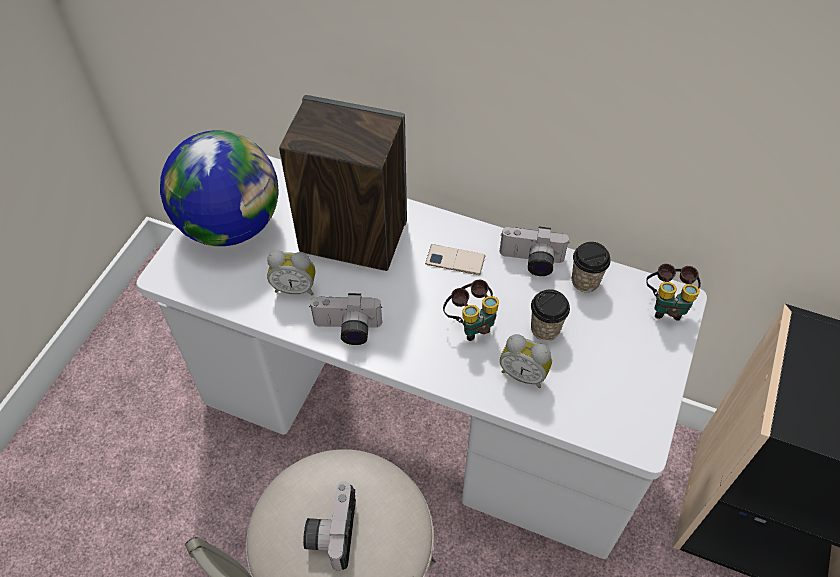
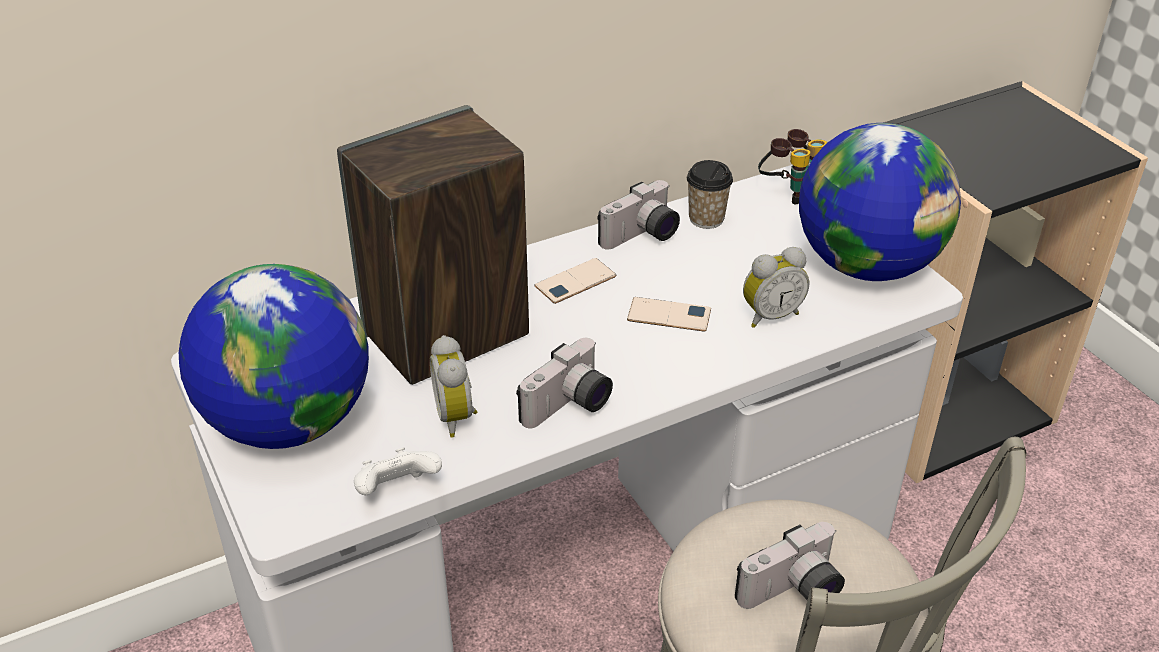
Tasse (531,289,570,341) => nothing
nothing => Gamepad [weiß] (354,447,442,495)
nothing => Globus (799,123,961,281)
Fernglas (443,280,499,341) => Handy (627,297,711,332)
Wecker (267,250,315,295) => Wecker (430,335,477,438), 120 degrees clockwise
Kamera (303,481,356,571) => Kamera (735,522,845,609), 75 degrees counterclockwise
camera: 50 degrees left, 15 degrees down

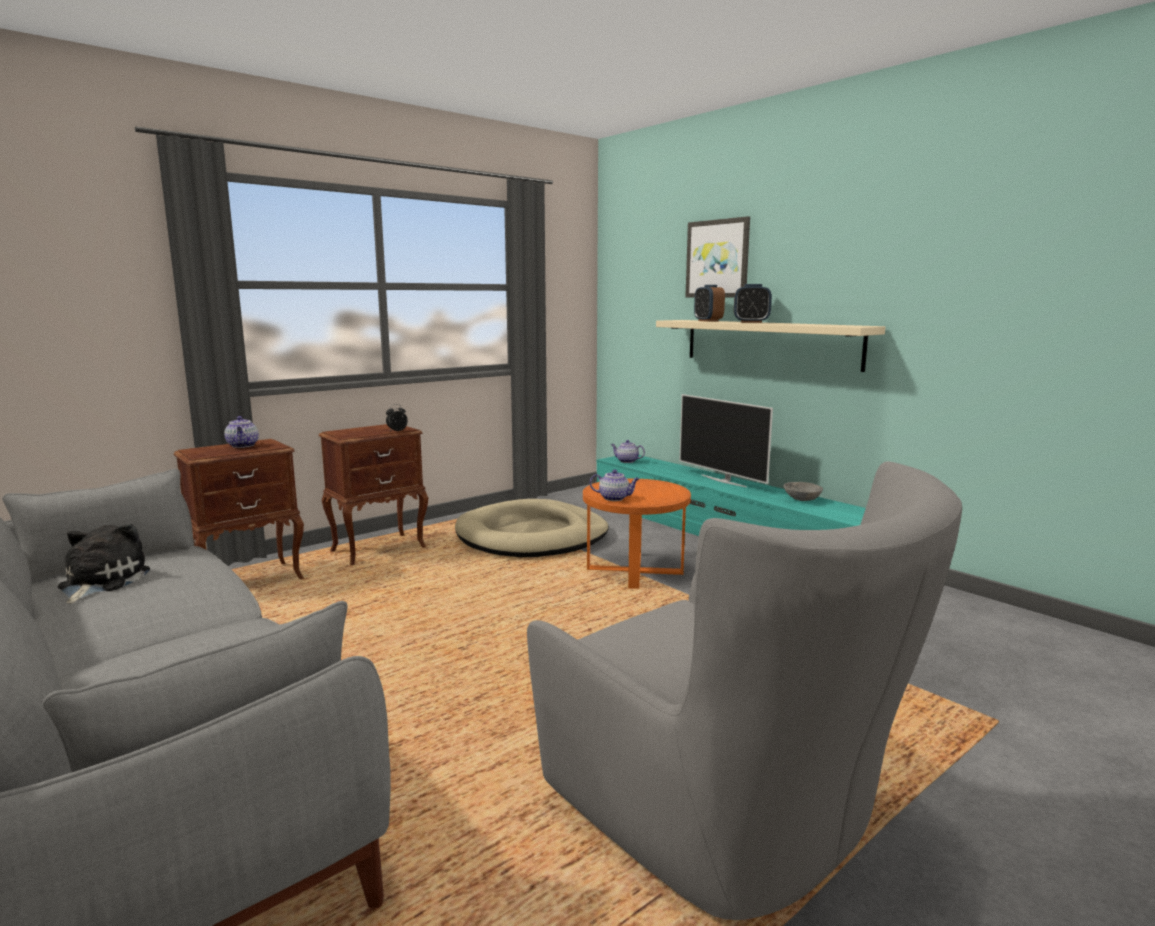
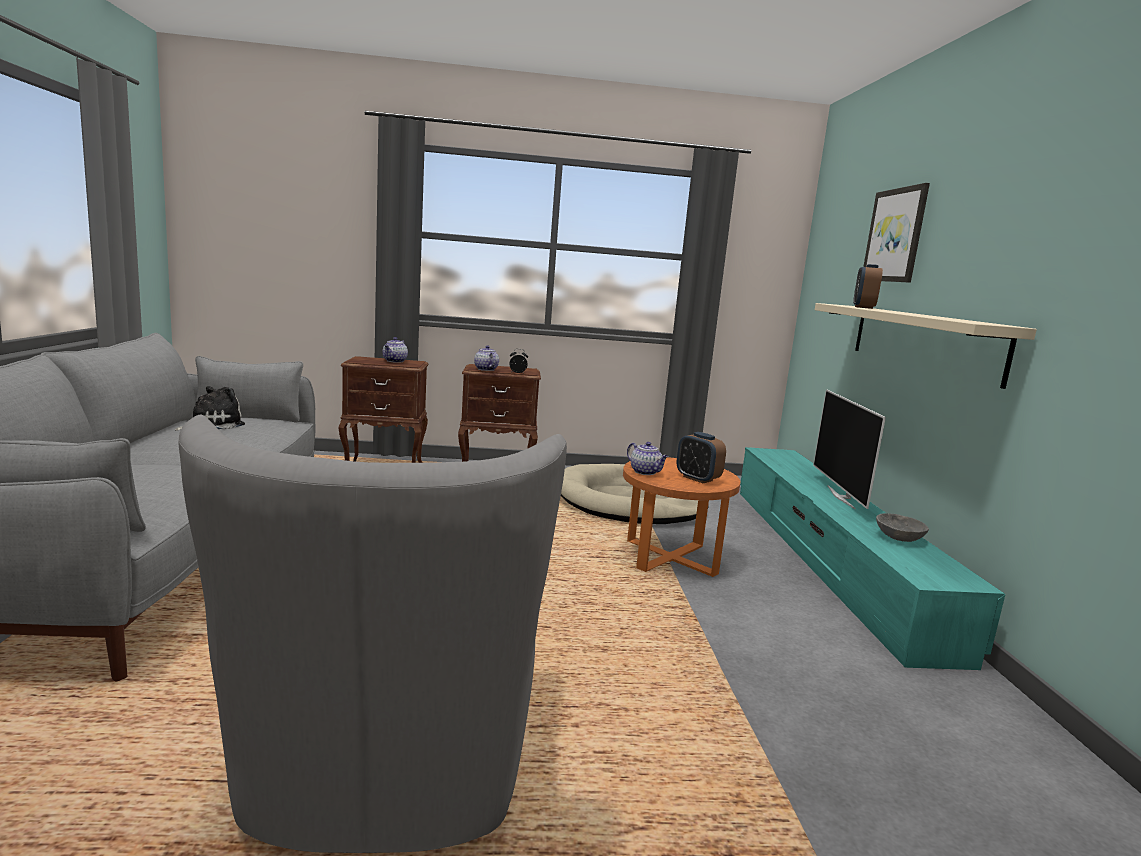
Teekanne (611,440,645,463) => Teekanne (474,345,499,371), shifted
Wecker (734,284,772,323) => Wecker (677,432,726,483), shifted
camera: 35 degrees right, 0 degrees up

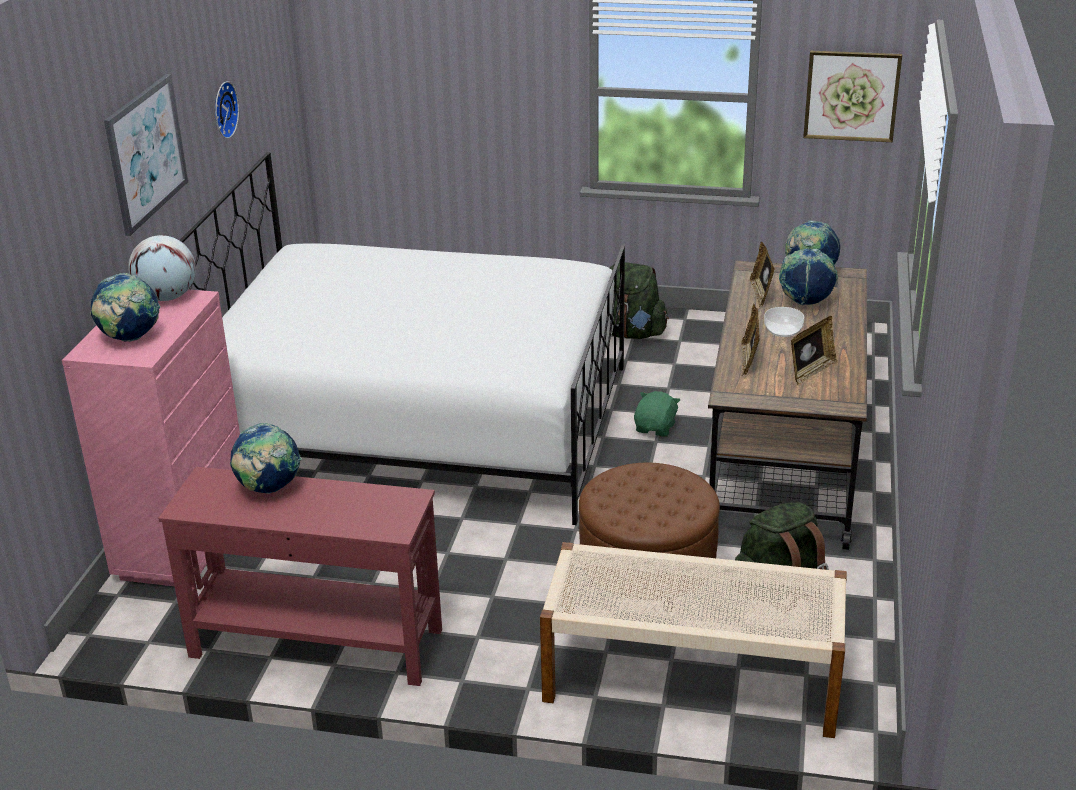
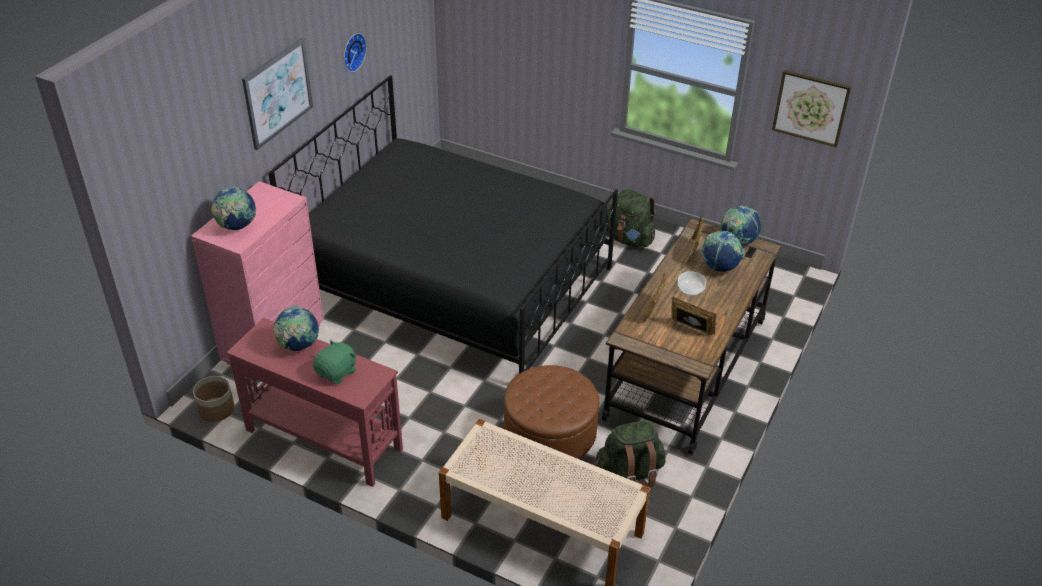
Globus (128,235,196,301) => nothing
nothing => Pflanzkübel (193,376,234,422)
Plüschtier [grün] (634,391,680,437) => Plüschtier [grün] (313,340,356,384), shifted
Bett [weiß] (179,152,625,525) => Bett [schwarz] (268,75,618,374)
Bilderrahmen (791,316,837,385) => Bilderrahmen (671,297,716,335), 120 degrees counterclockwise
camera: 15 degrees right, 10 degrees up

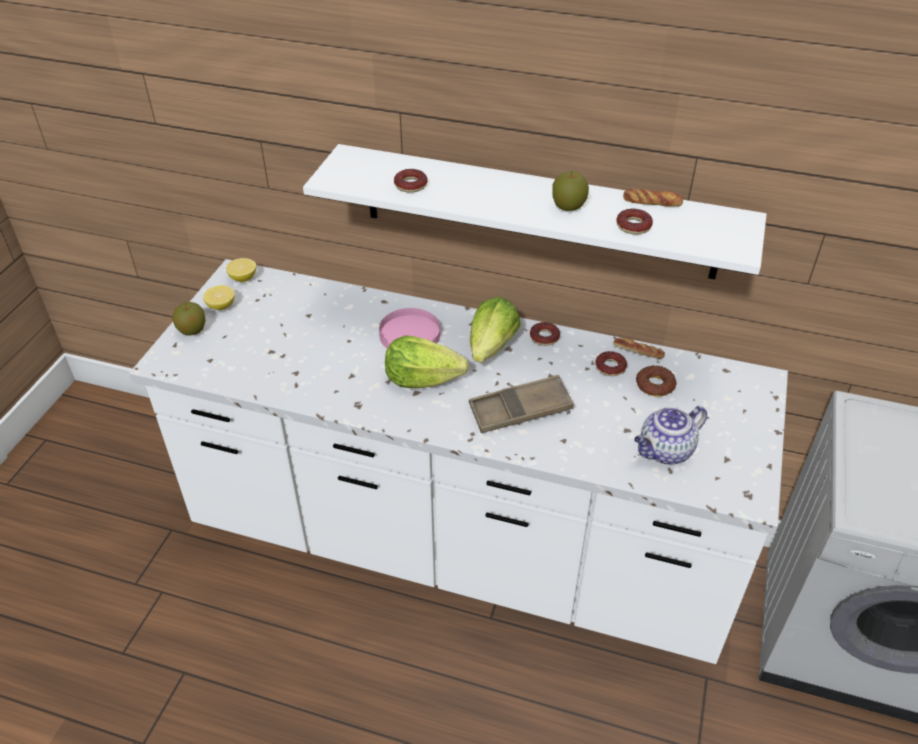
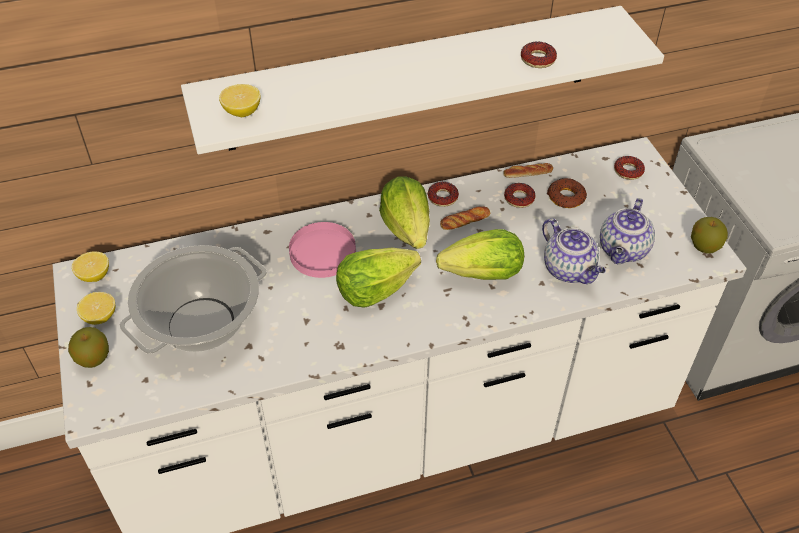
nothing => Kochtopf (120,245,267,354)
nothing => Zitrone (219,84,261,117)
nothing => Teekanne (542,218,606,284)
Donut (394,169,428,193) => Donut (614,156,645,180), shifted
Apfel (552,171,589,211) => Apfel (691,217,728,254), shifted
Brot (623,189,683,207) => Brot (440,206,490,230), shifted
Tablett [braun] (469,375,574,433) => Salatkopf (436,229,524,280)
camera: 35 degrees left, 5 degrees up

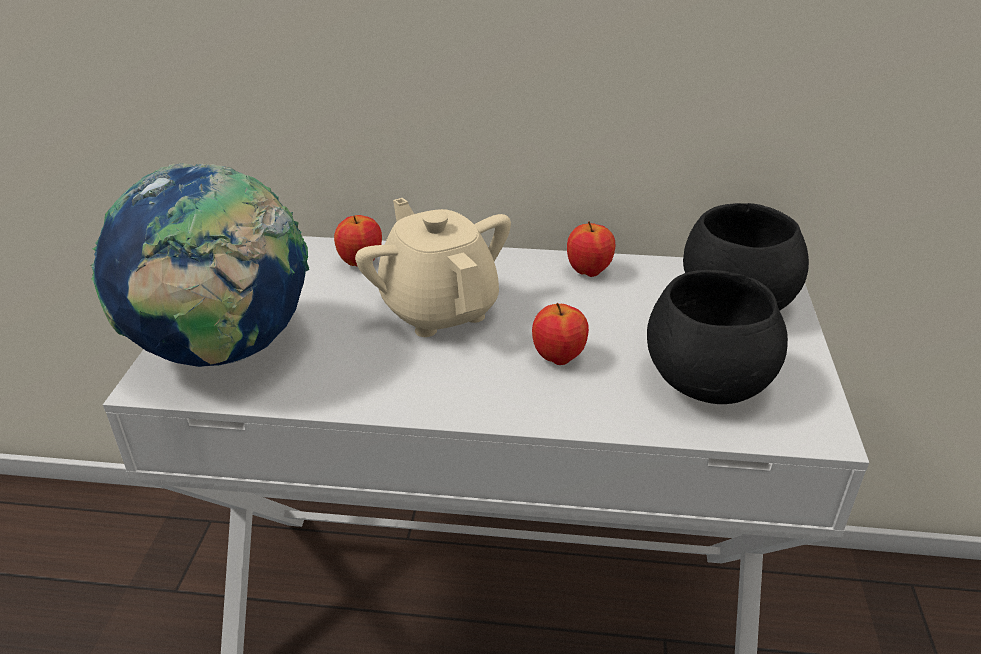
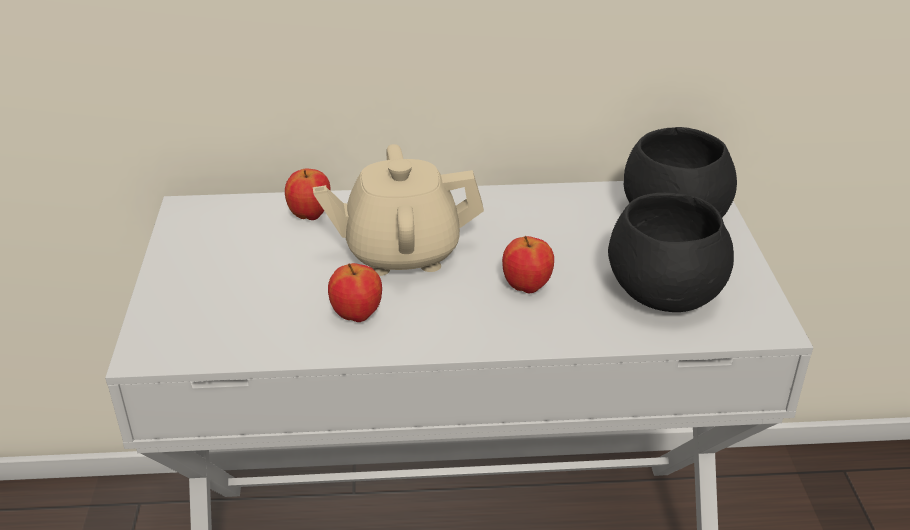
Globus (91,163,310,367) => nothing
Apfel (567,221,615,277) => Apfel (328,263,382,322), shifted
Teekanne [beige] (355,198,511,337) => Teekanne [beige] (313,144,484,276), 60 degrees counterclockwise
camera: 10 degrees left, 0 degrees up

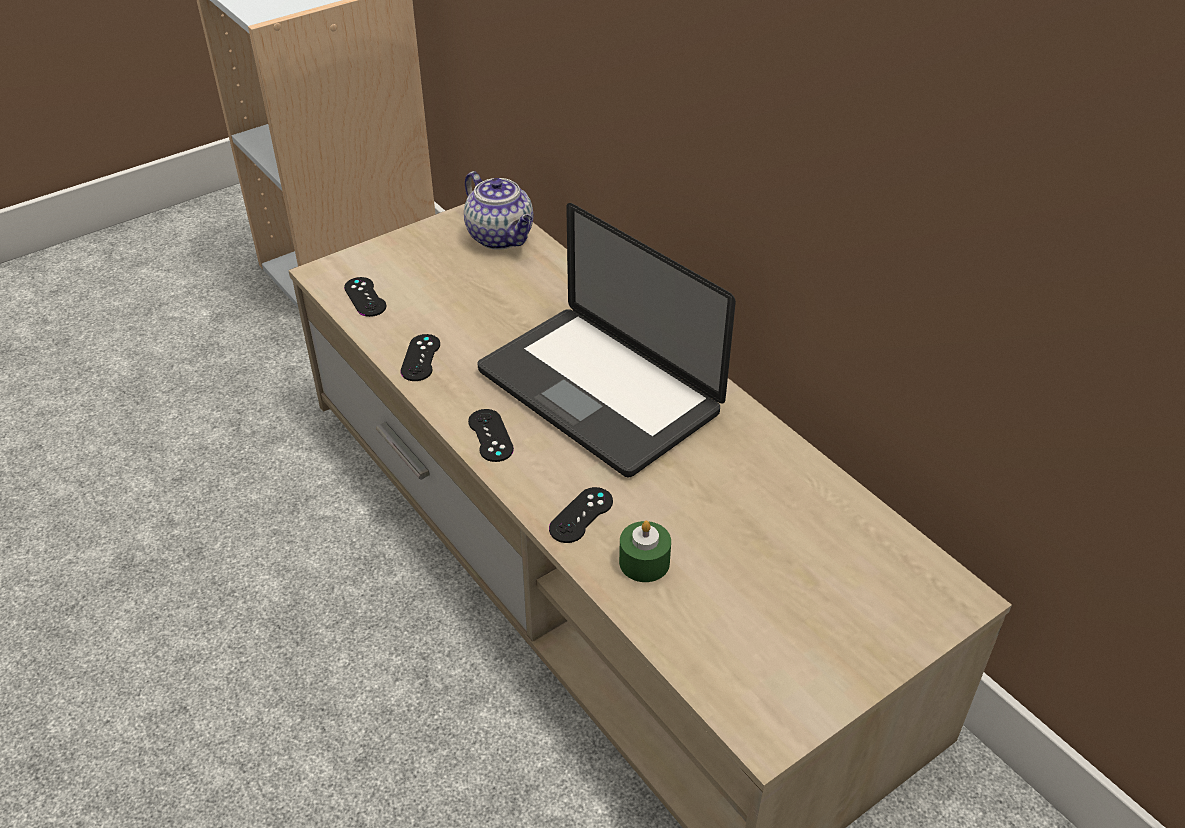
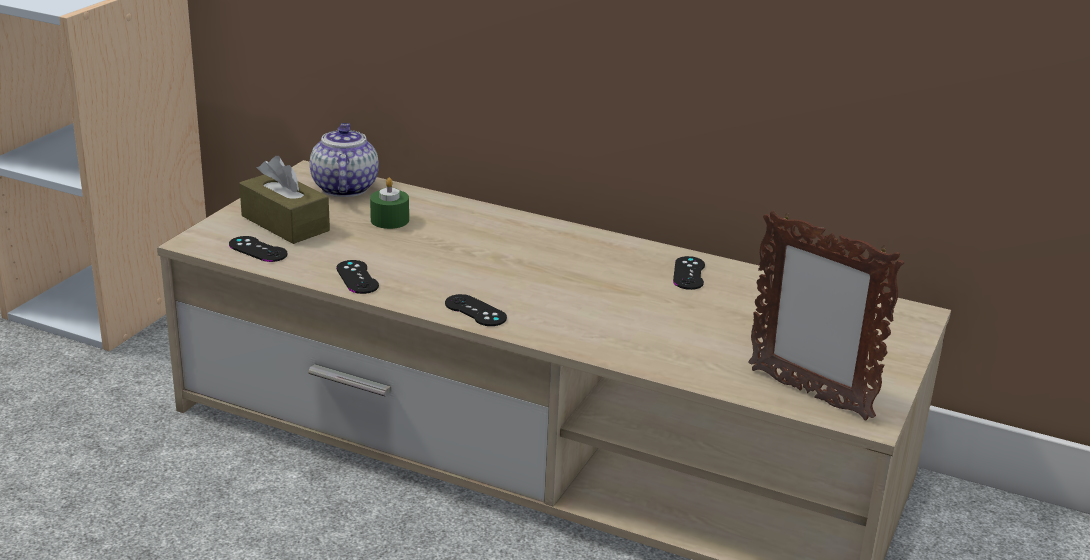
Laptop (477,203,736,477) => nothing
nothing => Taschentuchbox [braun] (239,156,330,244)
nothing => Bilderrahmen (748,210,904,421)
Gamepad [schwarz] (549,487,613,543) => Gamepad [schwarz] (673,256,705,290), shifted
Kerze [grün] (619,521,671,582) => Kerze [grün] (370,178,409,229), shifted
Teekanne (464,171,533,249) => Teekanne (310,123,379,197), 120 degrees counterclockwise
camera: 30 degrees left, 15 degrees down

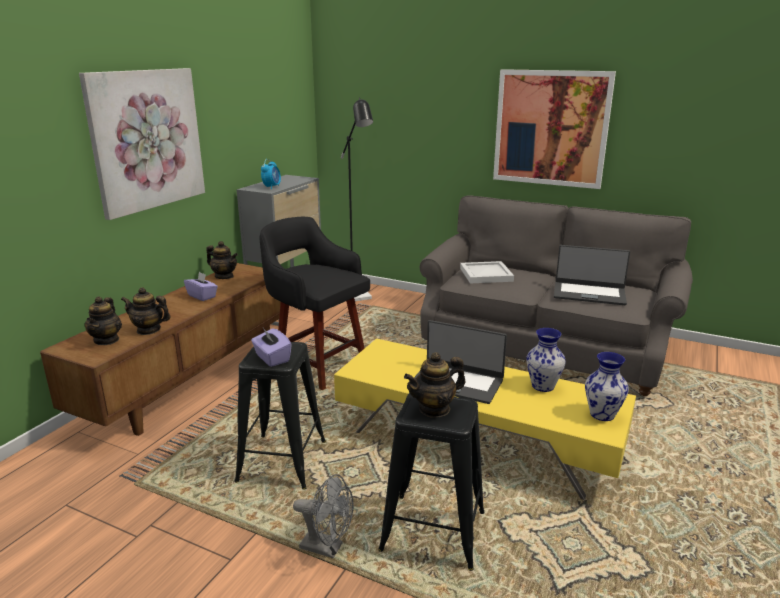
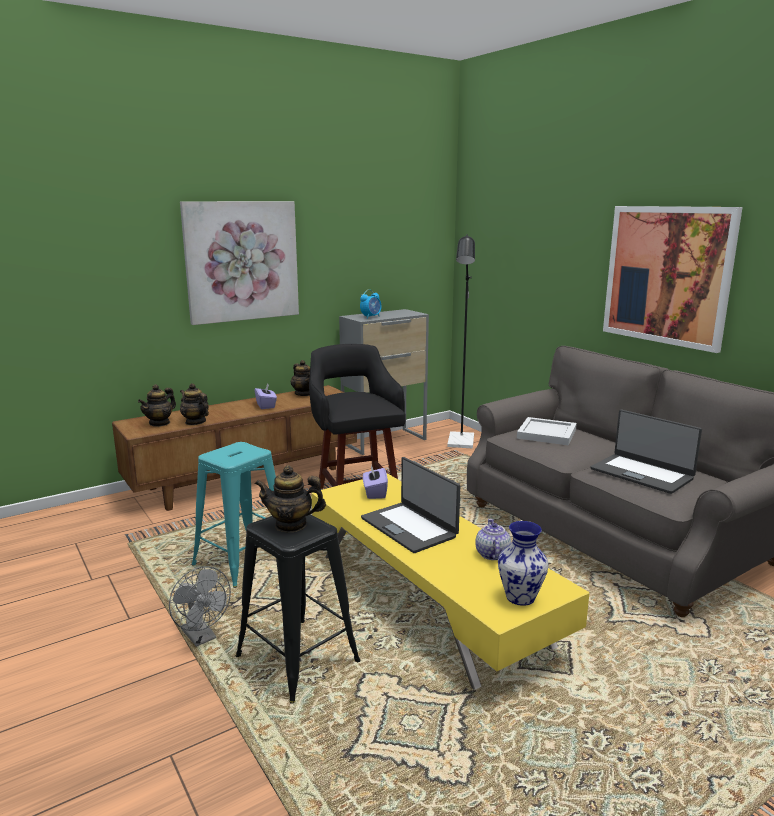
Taschentuchbox [lila] (251,328,292,367) => Taschentuchbox [lila] (363,464,388,499), shifted
Vase (526,328,566,392) => Teekanne (475,519,511,560)
Hocker [schwarz] (234,342,326,490) => Hocker [türkis] (192,442,276,588)
camera: 30 degrees right, 5 degrees down

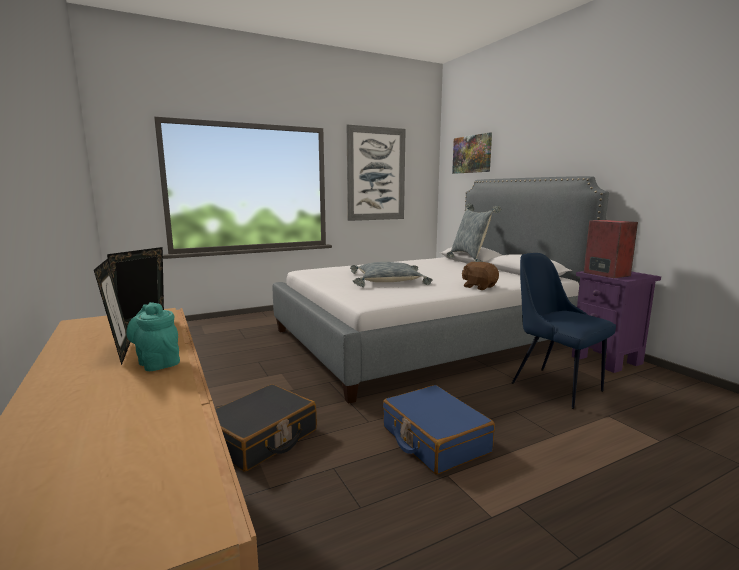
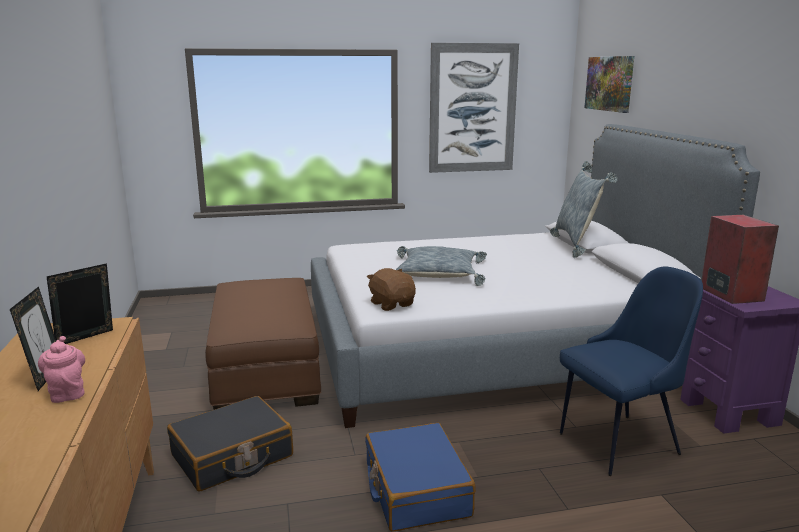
nothing => Polsterhocker [braun] (205,278,321,410)
Plüschtier [braun] (462,262,499,290) => Plüschtier [braun] (367,268,416,311), shifted
Teekanne [türkis] (126,302,180,371) => Teekanne [rosa] (38,336,85,403)
Stuhl [blau] (512,253,616,409) => Stuhl [blau] (560,267,703,476), 90 degrees clockwise
camera: 15 degrees right, 5 degrees up

